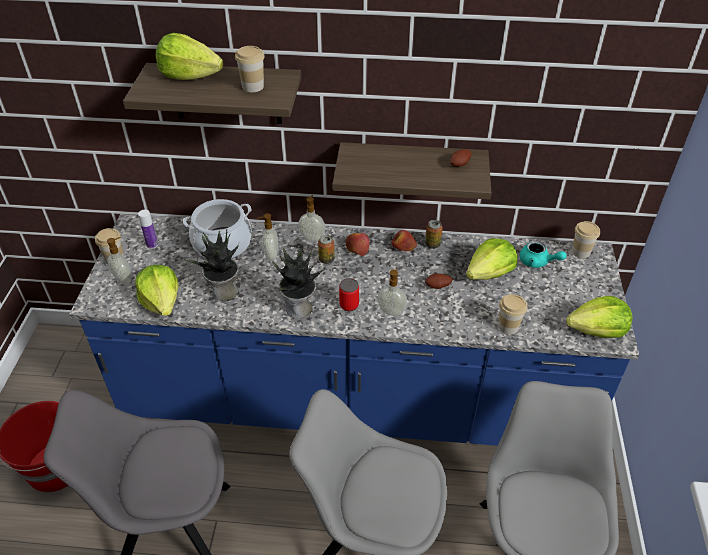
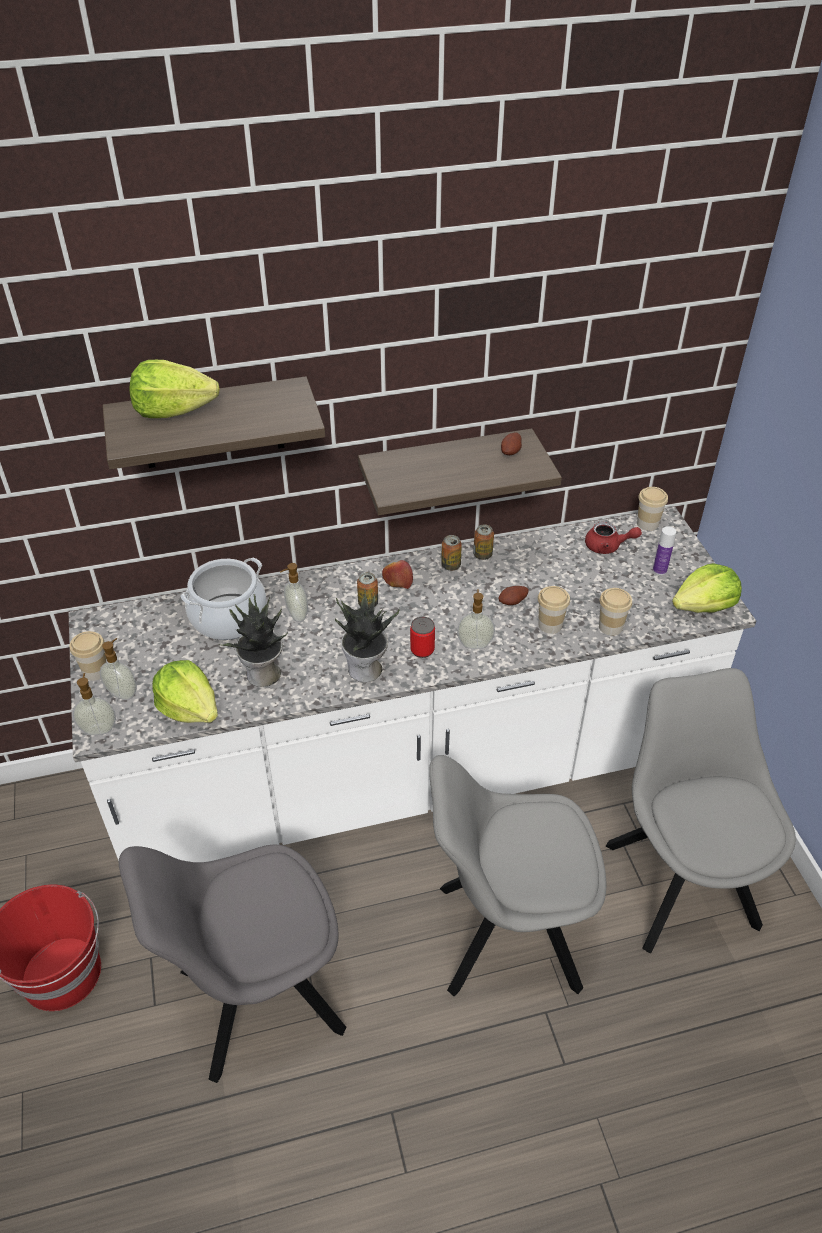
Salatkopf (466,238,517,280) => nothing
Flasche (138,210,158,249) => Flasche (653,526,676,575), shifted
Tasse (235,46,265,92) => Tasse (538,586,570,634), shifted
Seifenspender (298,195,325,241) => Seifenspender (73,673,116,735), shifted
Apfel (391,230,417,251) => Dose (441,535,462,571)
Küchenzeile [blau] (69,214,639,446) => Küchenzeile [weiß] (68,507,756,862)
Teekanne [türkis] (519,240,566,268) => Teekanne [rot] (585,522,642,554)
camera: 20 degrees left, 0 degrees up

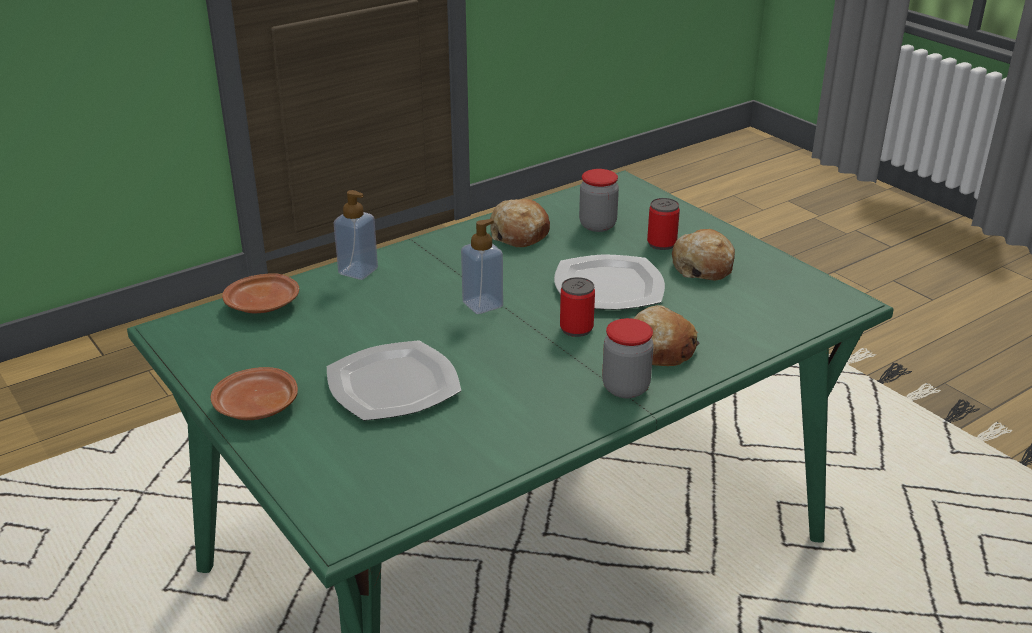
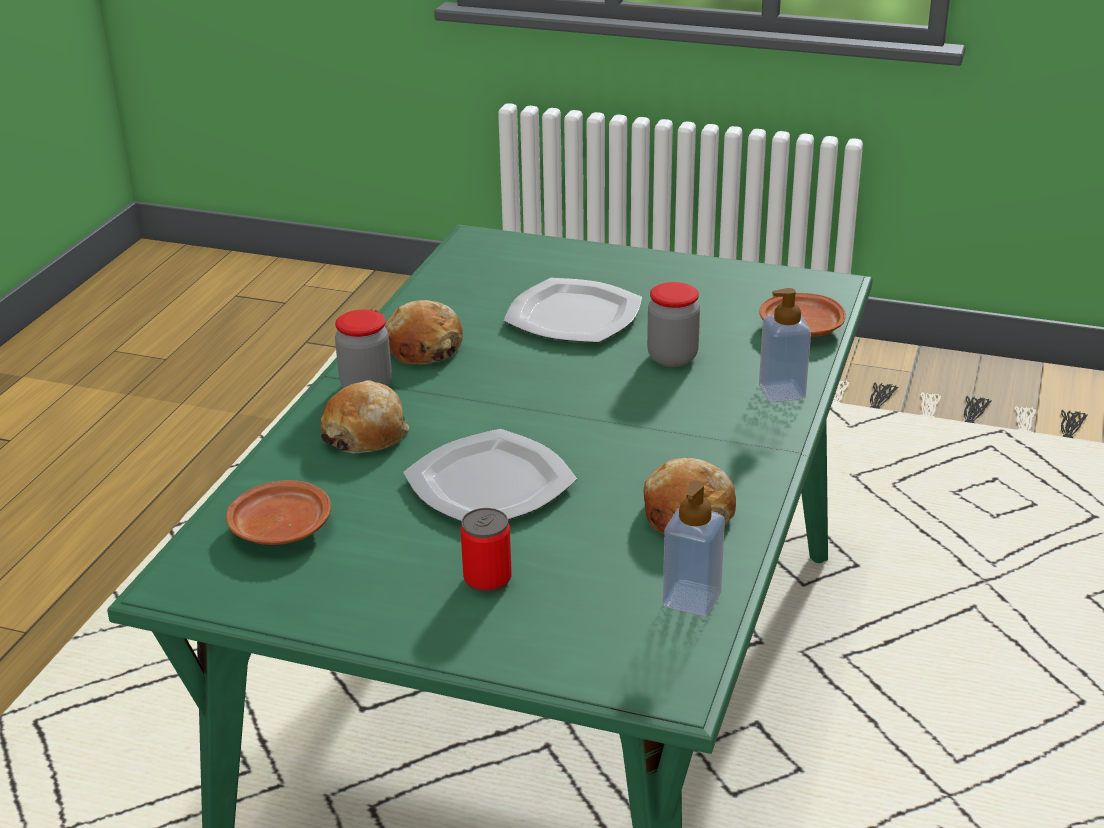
Dose (560,277,595,337) => nothing
Teller [braun] (211,367,298,420) => Teller [braun] (226,480,331,545), shifted
Seifenspender (461,219,503,314) => Seifenspender (663,480,725,616), shifted
Vorratsglas (579,169,619,232) => Vorratsglas (647,282,700,367), shifted
Brot (672,229,735,281) => Brot (385,300,463,364), shifted
camera: 145 degrees right, 0 degrees up

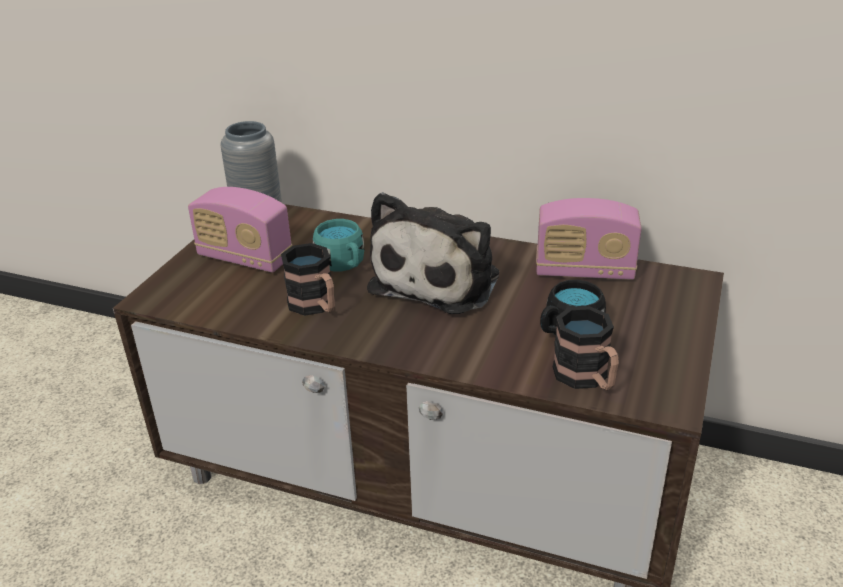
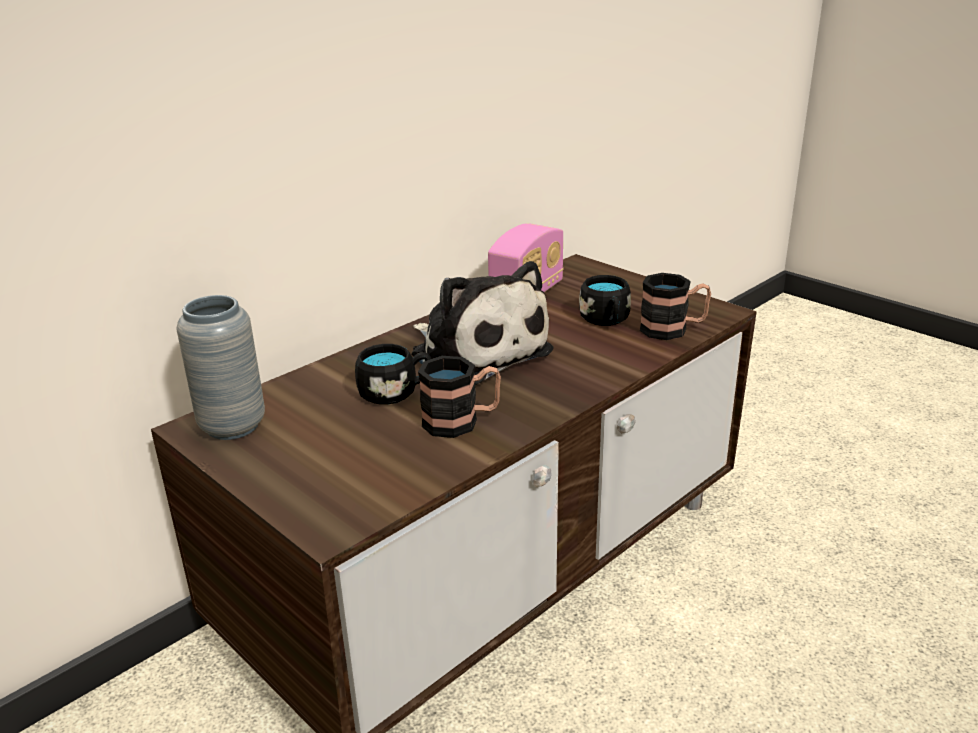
Radio (188,187,292,273) => nothing
Henkelbecher [türkis] (313,219,364,271) => Henkelbecher [schwarz] (355,344,431,405)
camera: 65 degrees left, 5 degrees down

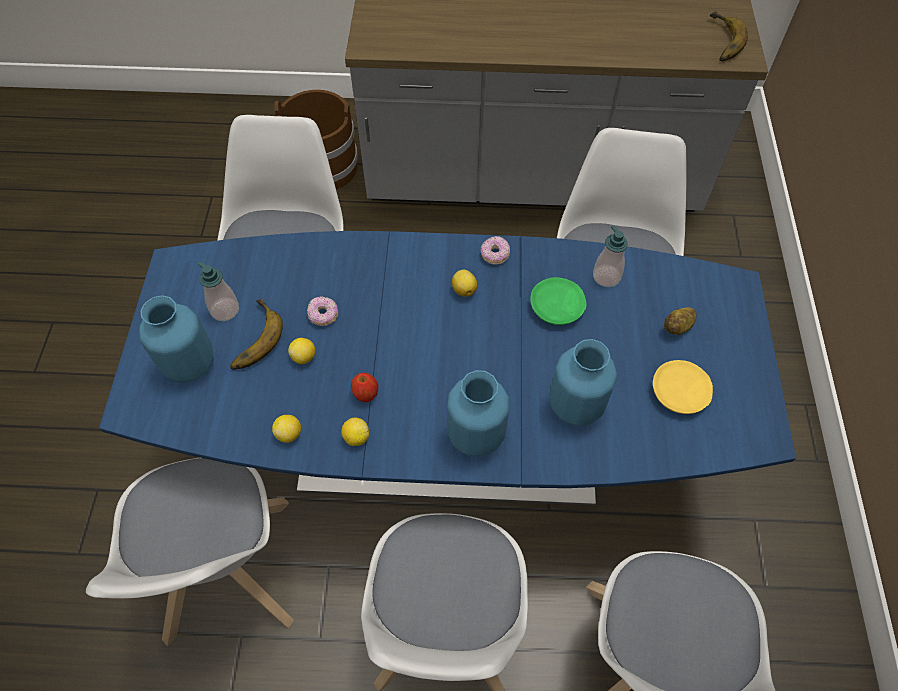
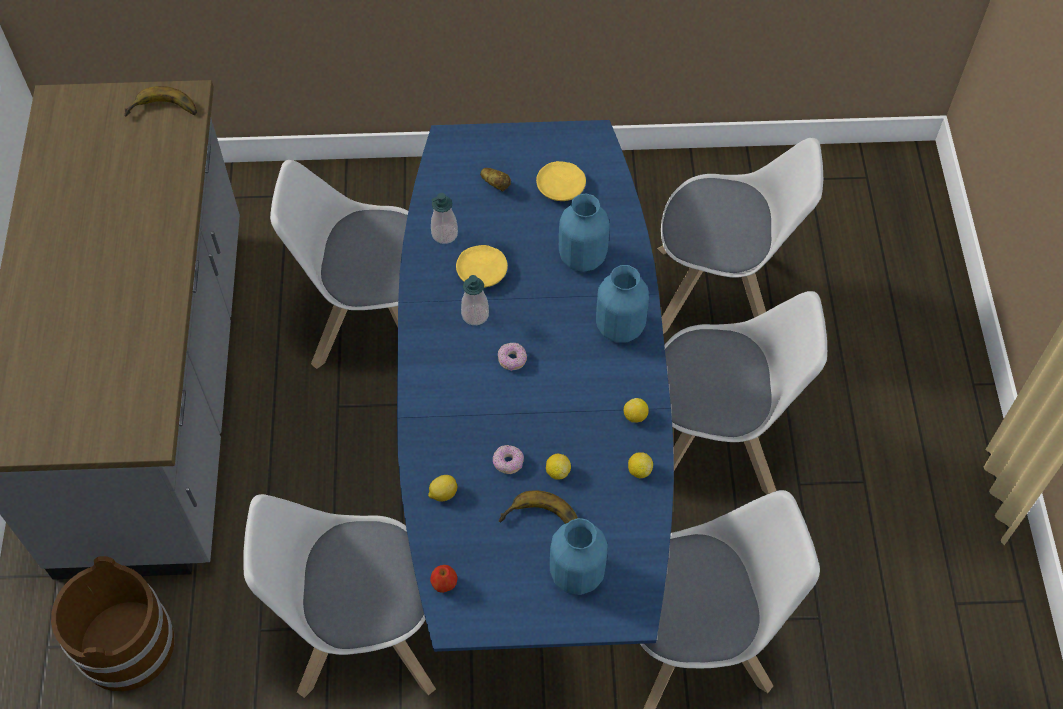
Seifenspender (198,261,239,321) => Seifenspender (461,275,489,325), shifted
Apfel (351,373,378,402) => Apfel (430,565,457,593), shifted
Zitrone (452,270,477,297) => Zitrone (428,475,457,501), shifted
Donut (480,236,510,265) => Donut (498,342,527,371), shifted
Teller [grün] (530,277,587,325) => Teller [gelb] (456,245,508,288)
camera: 95 degrees left, 0 degrees up

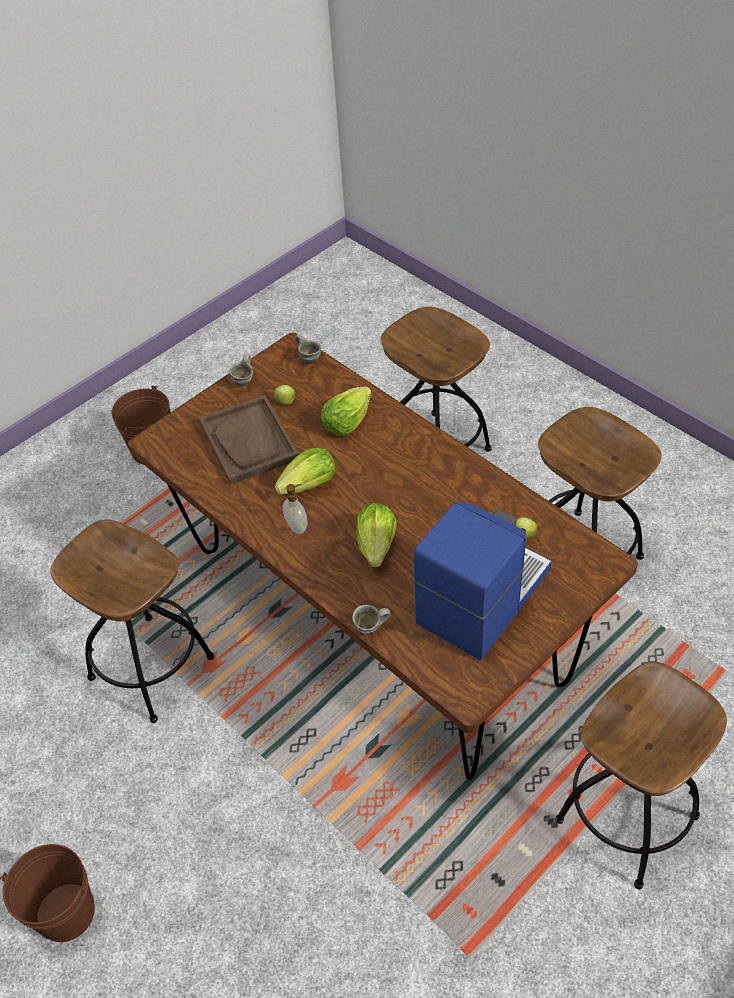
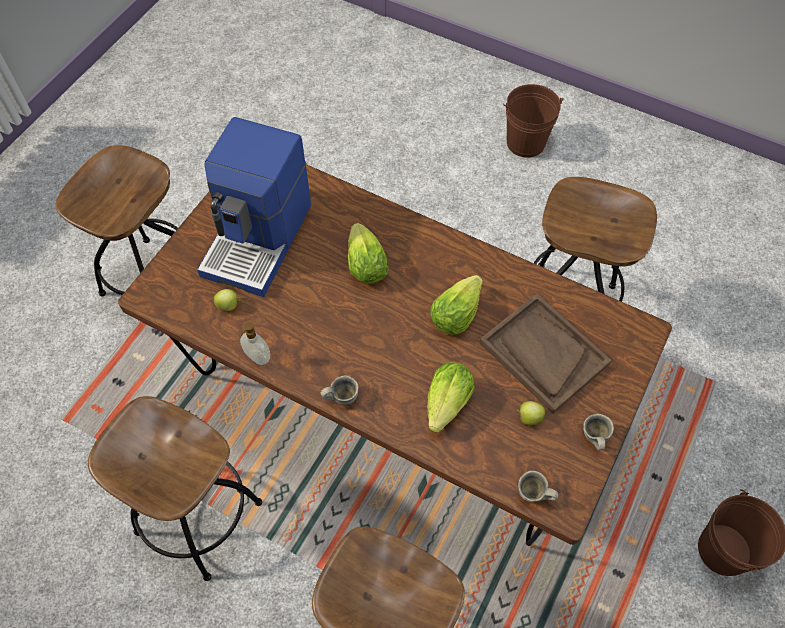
Seifenspender (283,484,307,534) => Seifenspender (239,322,270,365), shifted
Henkelbecher [grau] (352,605,391,634) => Henkelbecher [grau] (320,376,358,405), shifted
camera: 160 degrees right, 10 degrees up

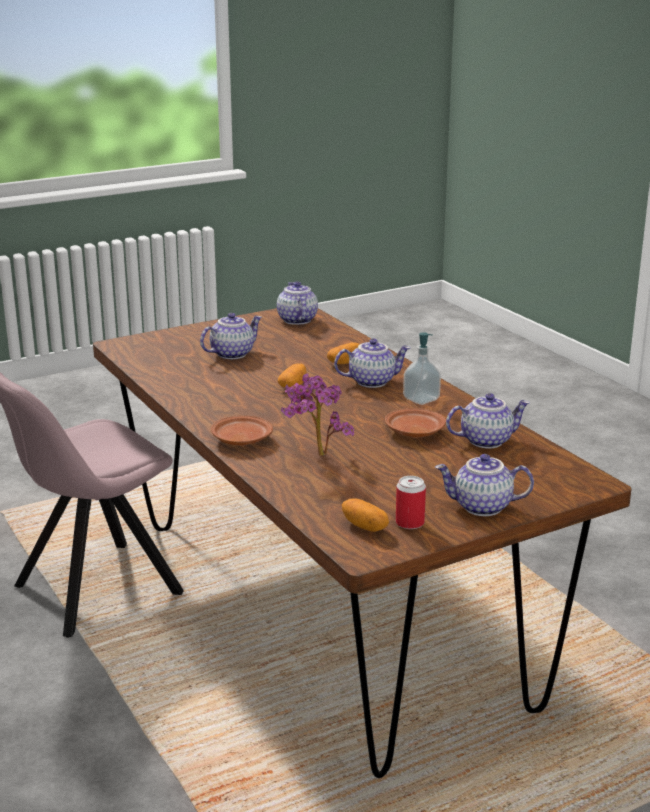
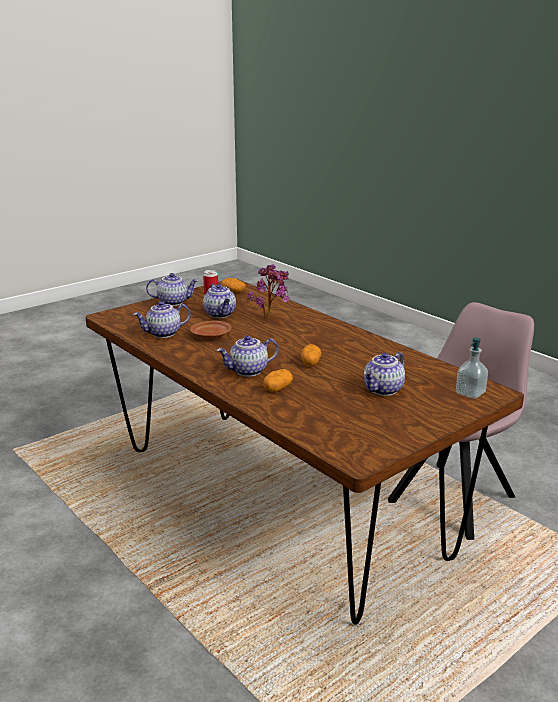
Teller [braun] (211,415,273,446) => nothing
Teekanne (277,281,318,325) => Teekanne (203,284,236,318), shifted
Seifenspender (403,332,441,405) => Seifenspender (456,337,488,399), shifted
camera: 170 degrees right, 0 degrees up

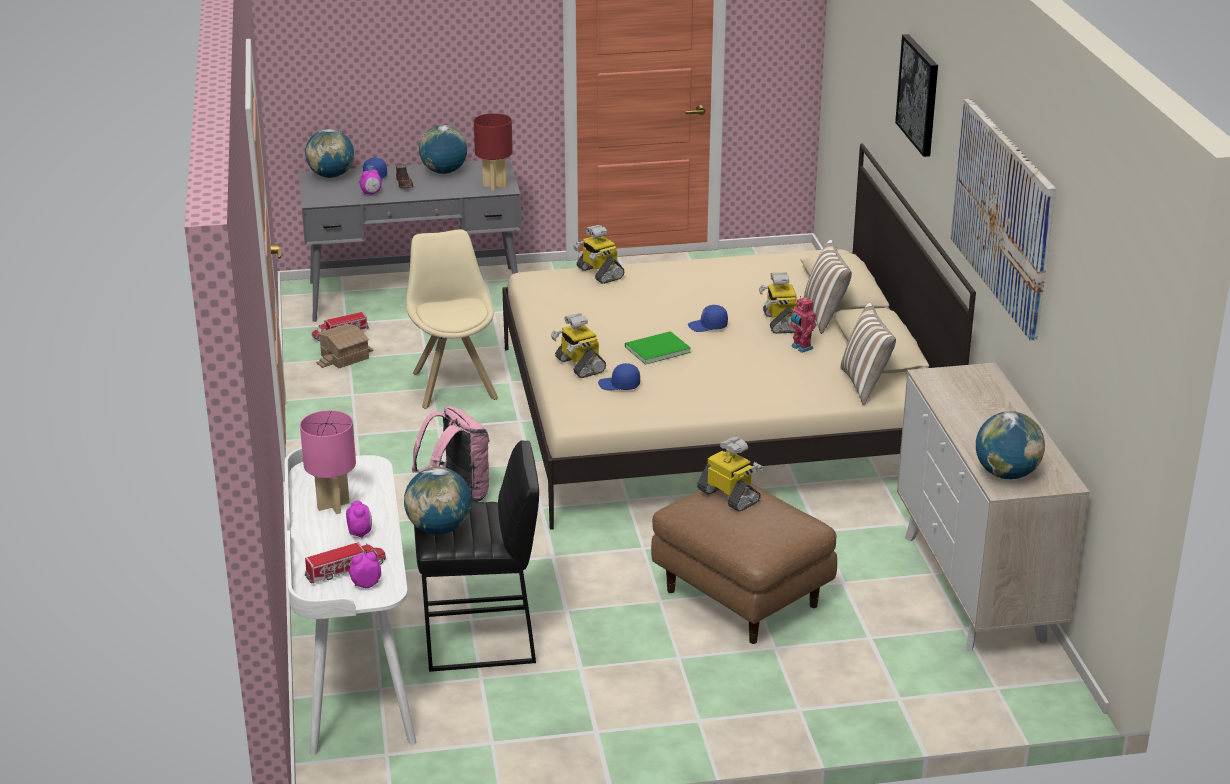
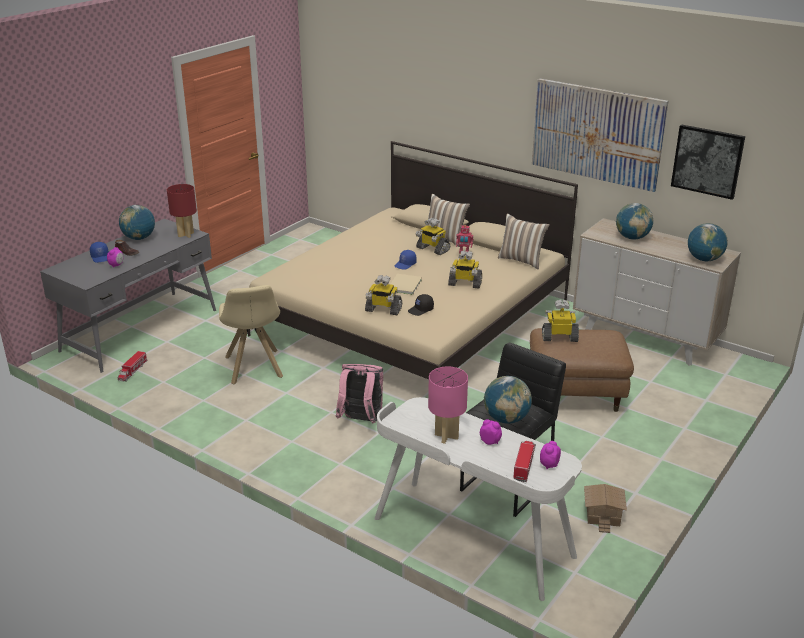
Globus (305,129,354,178) => Globus (616,203,653,240), shifted
Spielzeughaus (316,324,374,369) => Spielzeughaus (584,484,627,533), shifted
Spielzeugroboter (573,225,625,284) => Spielzeugroboter (448,250,482,289), shifted
Bild (895,34,938,157) => Bild (671,124,745,200), shifted
Kappe [blau] (598,363,640,390) => Kappe [schwarz] (408,294,434,316)
Buch [grün] (625,331,691,365) => Buch [beige] (390,274,422,295)
Stuhl [beige] (406,229,498,409) => Stuhl [beige] (219,285,283,384), 135 degrees counterclockwise
camera: 45 degrees left, 0 degrees up

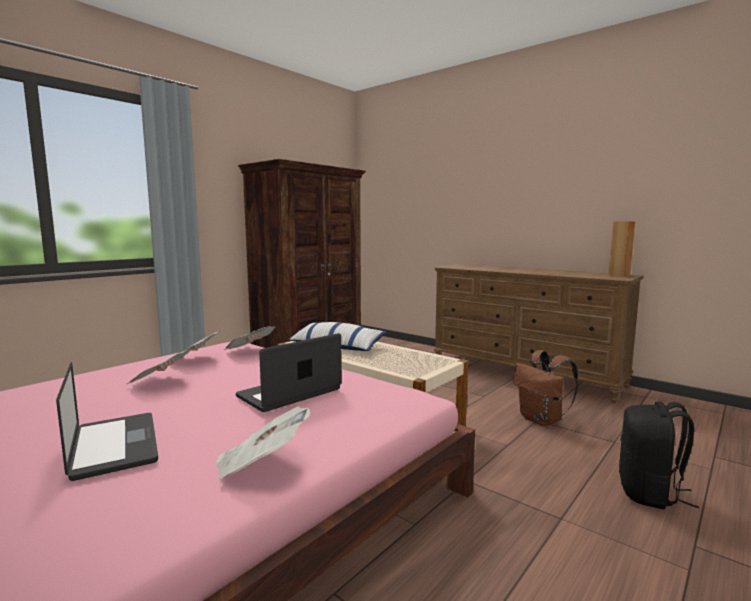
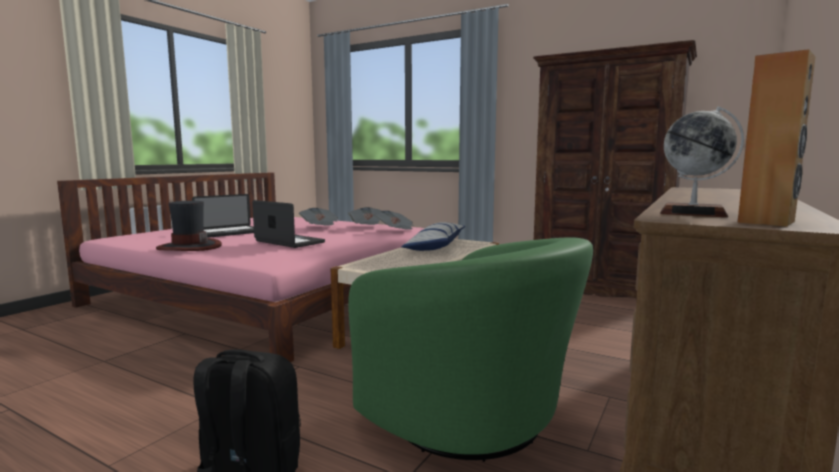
nothing => Globus (660,106,744,217)
Zeitung (216,406,311,480) => Hut (156,201,222,251)
Rucksack [braun] (513,350,578,426) => Sessel [grün] (348,237,593,462)
camera: 80 degrees right, 0 degrees up

